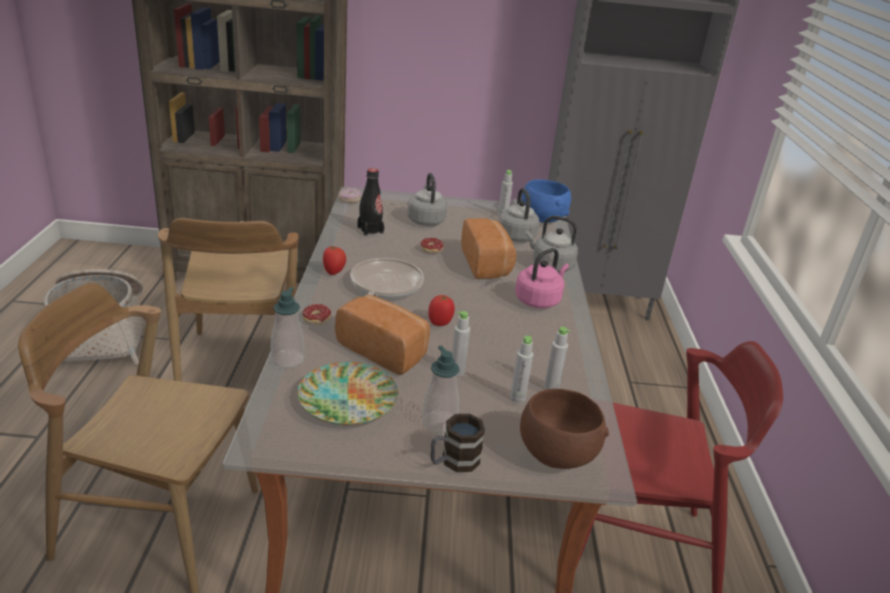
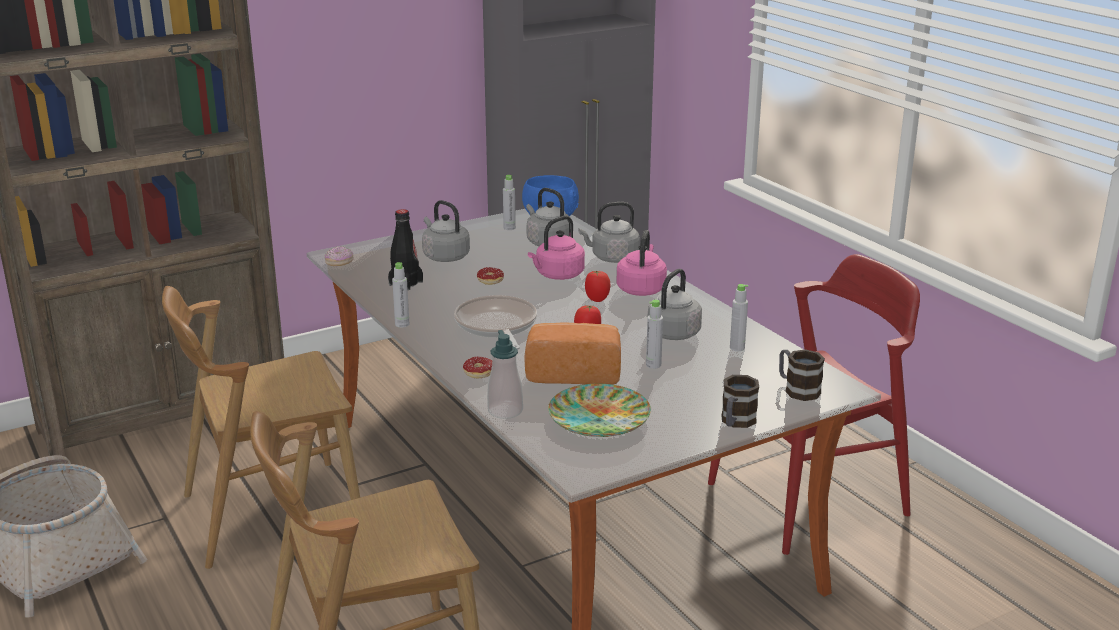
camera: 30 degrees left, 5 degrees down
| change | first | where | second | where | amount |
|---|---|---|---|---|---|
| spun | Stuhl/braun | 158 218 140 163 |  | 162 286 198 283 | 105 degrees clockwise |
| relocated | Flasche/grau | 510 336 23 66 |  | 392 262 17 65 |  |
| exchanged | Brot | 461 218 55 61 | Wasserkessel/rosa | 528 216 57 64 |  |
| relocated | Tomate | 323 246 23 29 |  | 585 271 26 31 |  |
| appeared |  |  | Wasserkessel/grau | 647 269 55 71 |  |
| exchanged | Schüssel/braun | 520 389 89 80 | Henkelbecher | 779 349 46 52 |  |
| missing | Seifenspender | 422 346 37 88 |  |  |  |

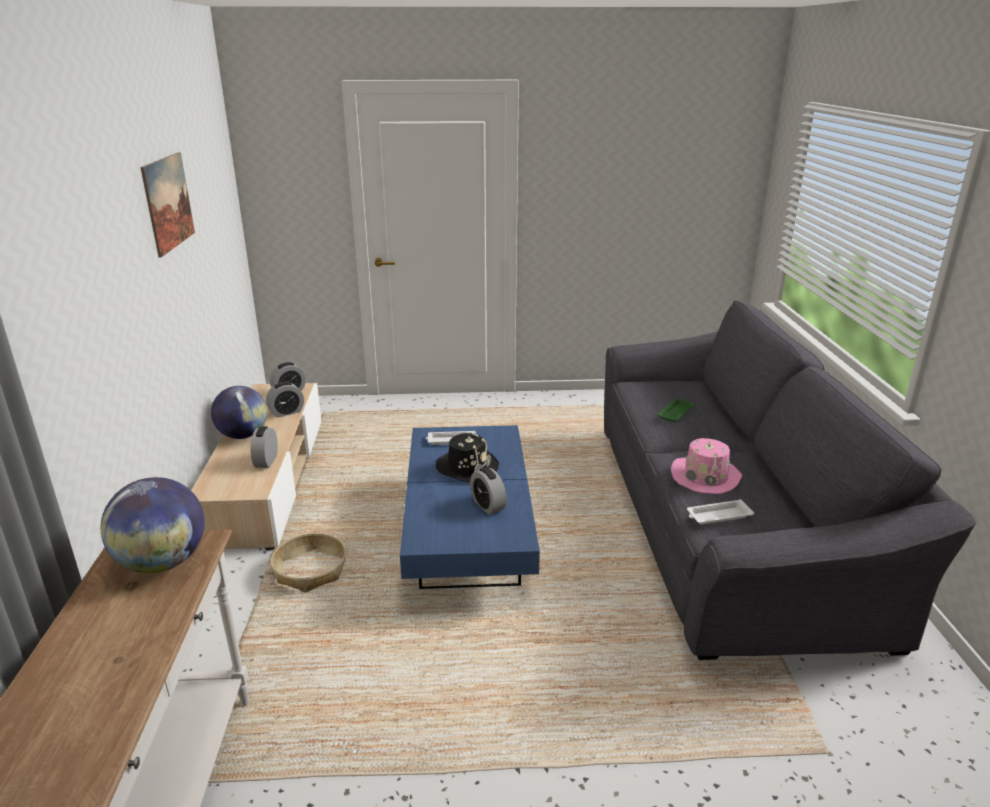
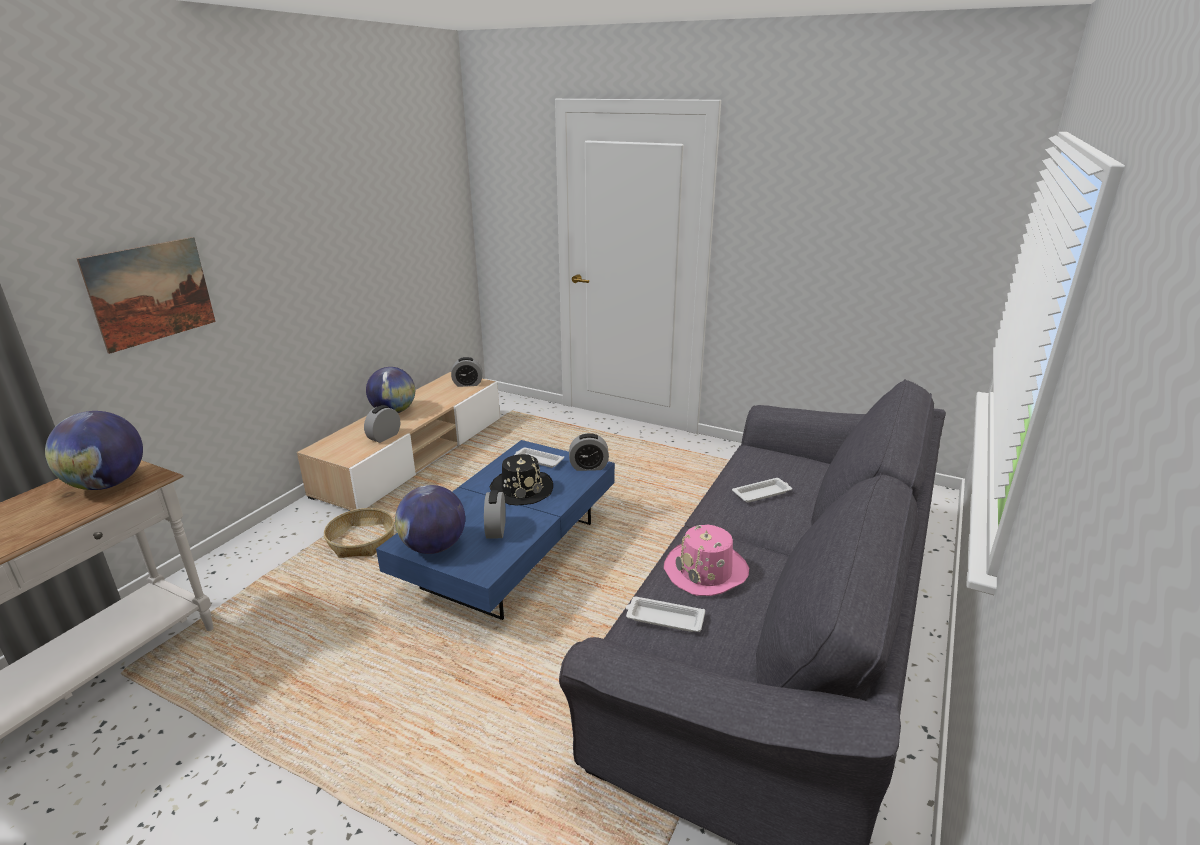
camera: 30 degrees right, 0 degrees up
| change | first | where | second | where | amount |
|---|---|---|---|---|---|
| relocated | Bild | 140 152 55 106 |  | 77 237 139 117 |  |
| appeared |  |  | Globus | 395 485 70 69 |  |
| relocated | Wecker | 266 382 38 36 |  | 569 433 40 38 |  |
| colour | Tablett/grün | 657 399 38 23 | Tablett/weiß | 732 478 60 25 |  |

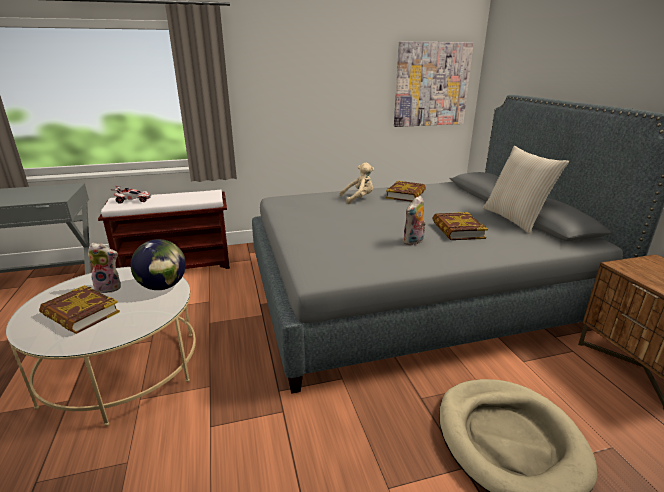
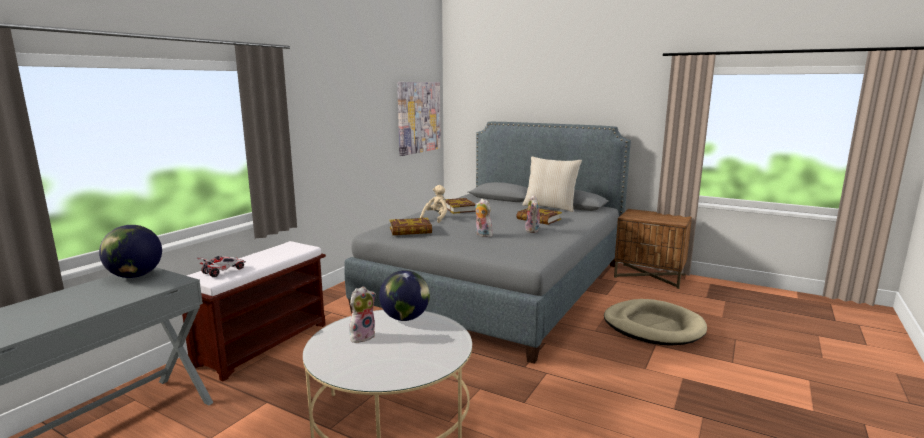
camera: 45 degrees left, 10 degrees down
| change | first | where | second | where | amount |
|---|---|---|---|---|---|
| appeared |  |  | Globus | 99 225 63 53 |  |
| relocated | Buch | 39 285 81 49 |  | 390 218 42 17 |  |
| appeared |  |  | Plüschtier | 475 199 18 38 |  |

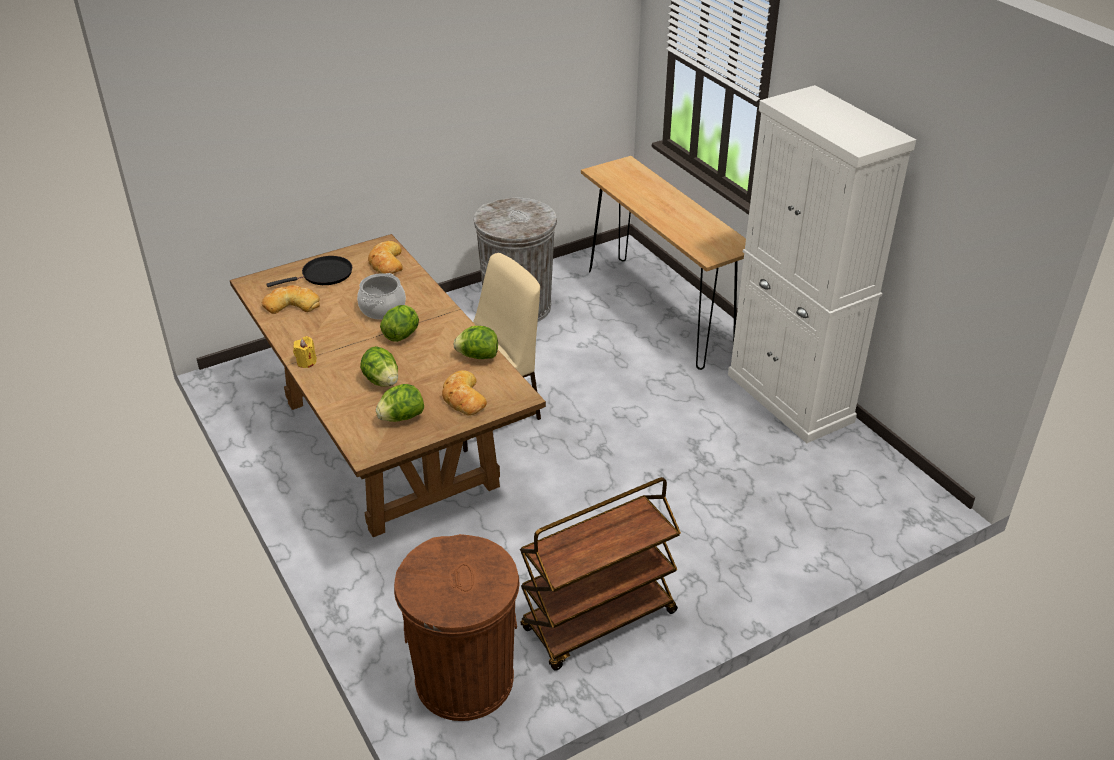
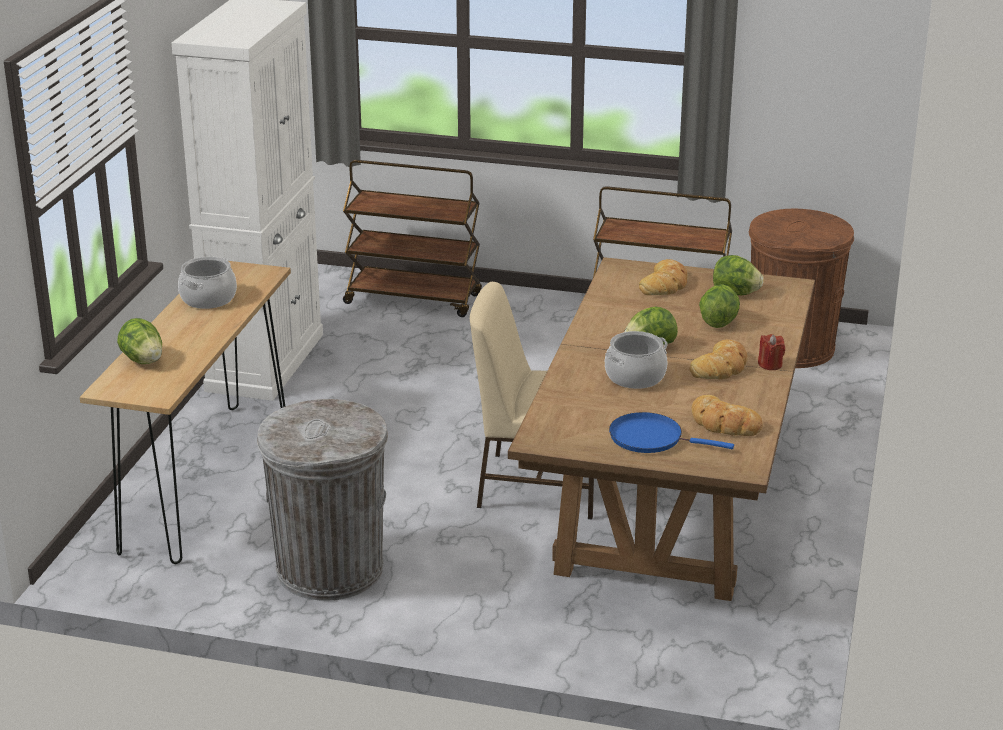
camera: 135 degrees left, 10 degrees down
| change | first | where | second | where | amount |
|---|---|---|---|---|---|
| relocated | Salatkopf | 454 326 44 33 |  | 117 318 45 46 |  |
| appeared |  |  | Kochtopf | 178 257 59 52 |  |
| appeared |  |  | Rollwagen/braun | 343 160 139 157 |  |
| colour | Pfanne/schwarz | 266 256 86 31 | Pfanne/blau | 609 412 125 41 |  |
| relocated | Brot | 368 241 35 33 |  | 690 339 58 40 |  |
| colour | Kerze/gelb | 293 336 24 32 | Kerze/rot | 758 334 27 36 |  |

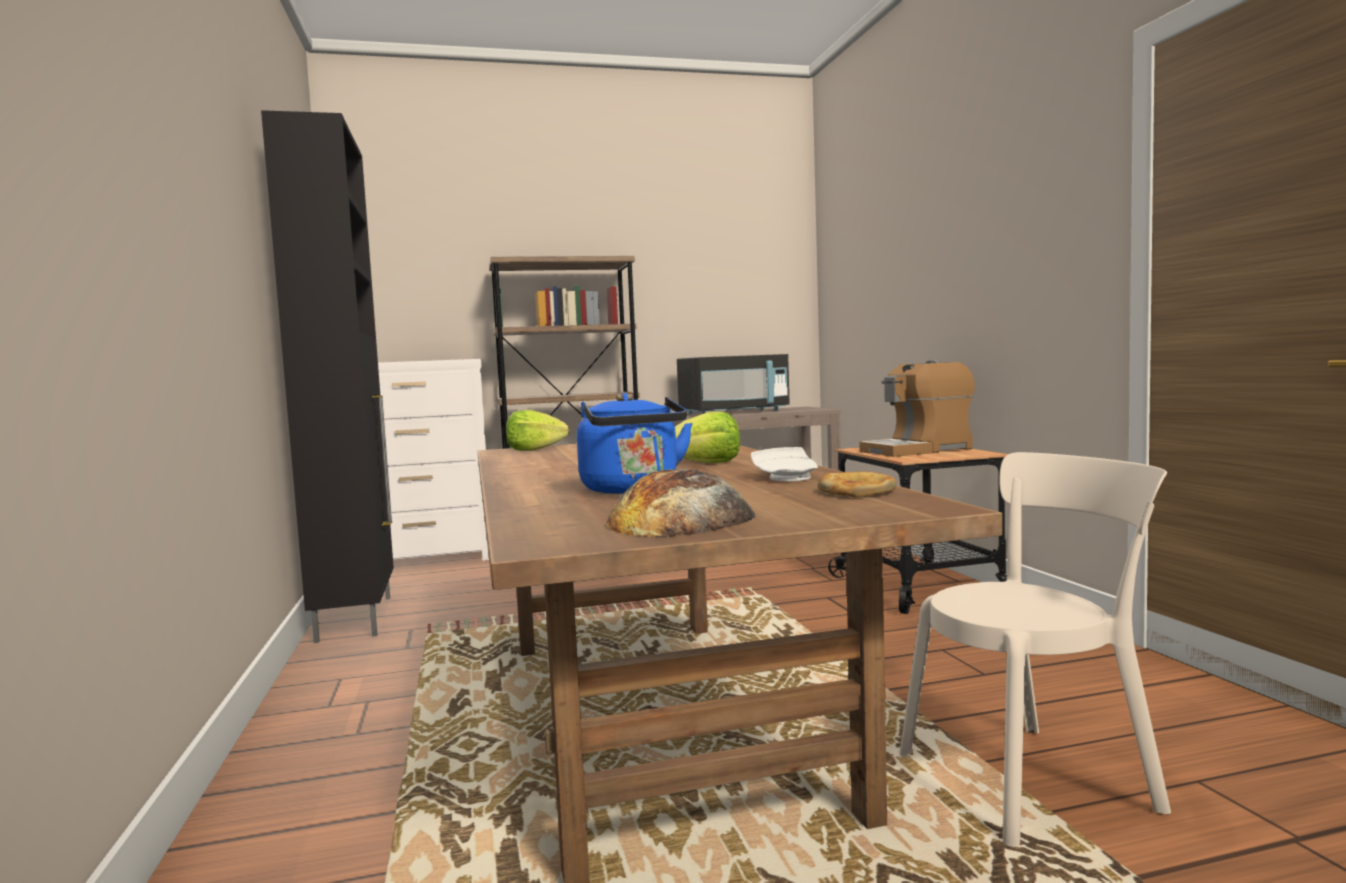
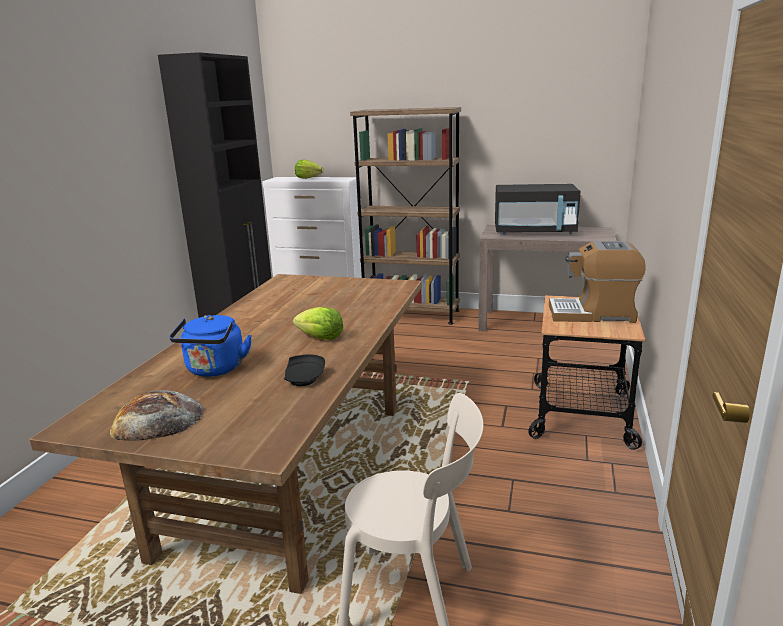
camera: 30 degrees right, 15 degrees up
| change | first | where | second | where | amount |
|---|---|---|---|---|---|
| colour | Teller/weiß | 751 447 67 35 | Teller/schwarz | 284 354 41 32 |  |
| relocated | Salatkopf | 506 410 63 41 |  | 295 160 28 19 |  |
| missing | Brot | 817 471 80 26 |  |  |  |

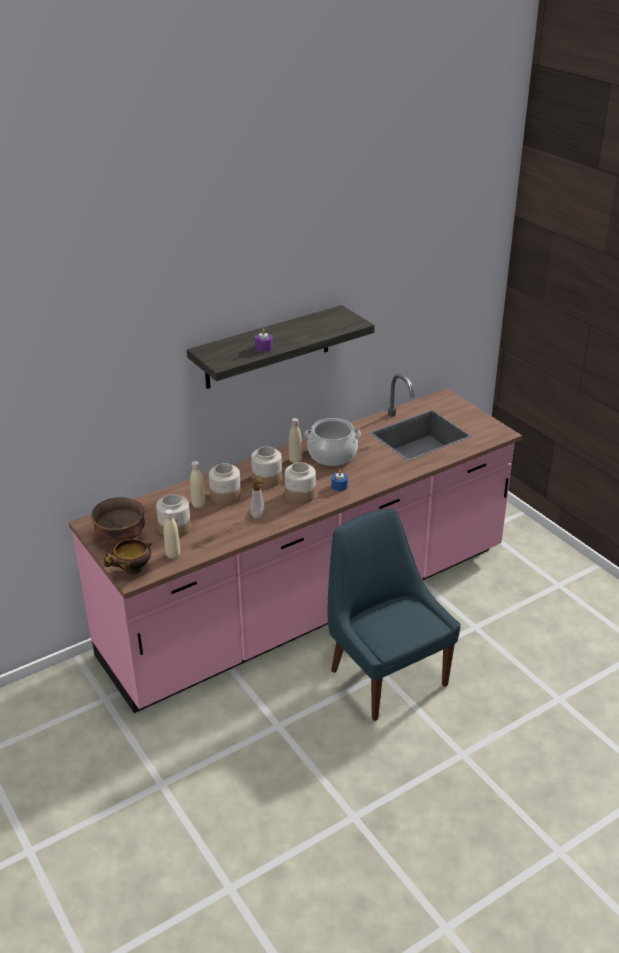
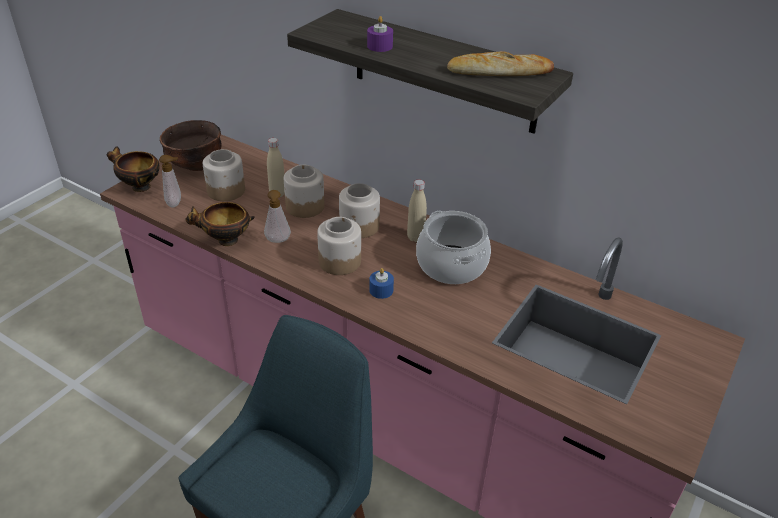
camera: 65 degrees right, 5 degrees up
| change | first | where | second | where | amount |
|---|---|---|---|---|---|
| exchanged | Flasche/beige | 163 509 17 50 | Seifenspender | 159 155 22 53 |  |
| appeared |  |  | Schüssel | 185 202 70 44 |  |
| appeared |  |  | Brot | 447 51 107 25 |  |

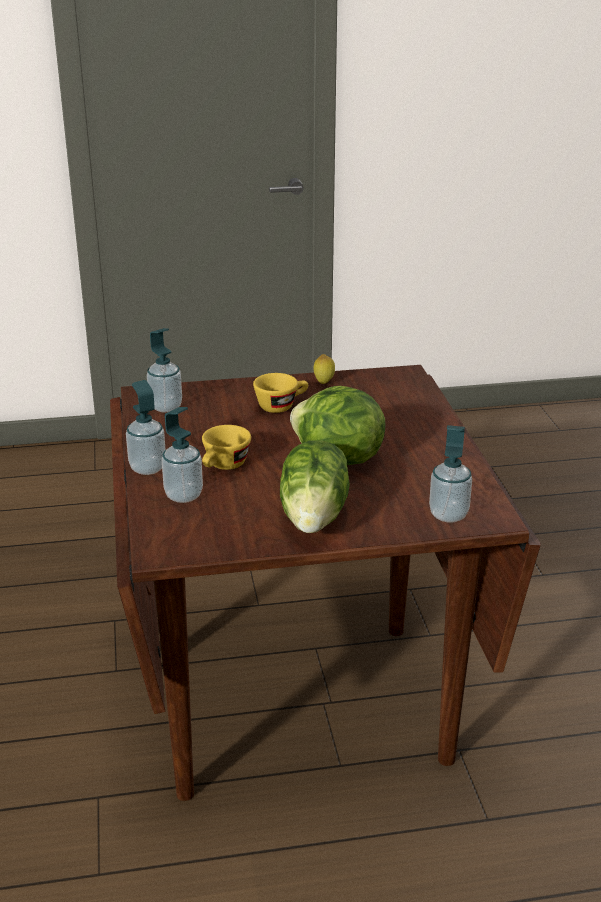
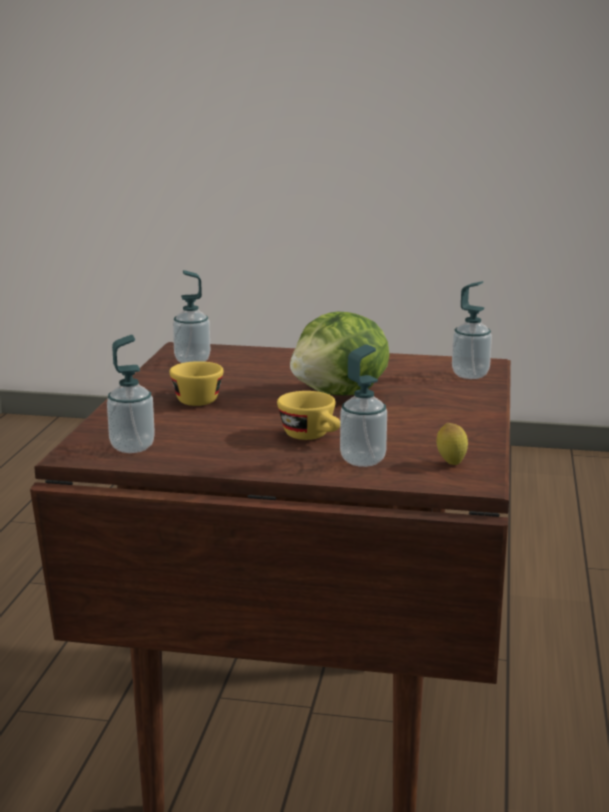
camera: 70 degrees left, 10 degrees down
| change | first | where | second | where | amount |
|---|---|---|---|---|---|
| relocated | Seifenspender | 126 380 39 95 |  | 173 270 37 93 |  |
| relocated | Zitrone | 313 354 22 30 |  | 436 423 32 42 |  |
| missing | Salatkopf | 280 440 70 93 |  |  |  |

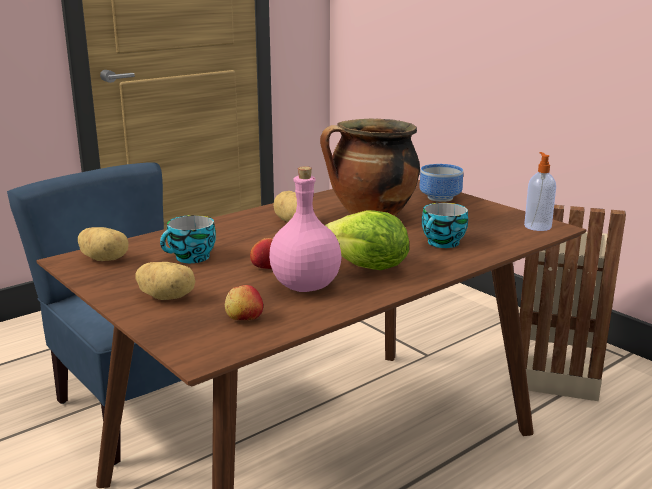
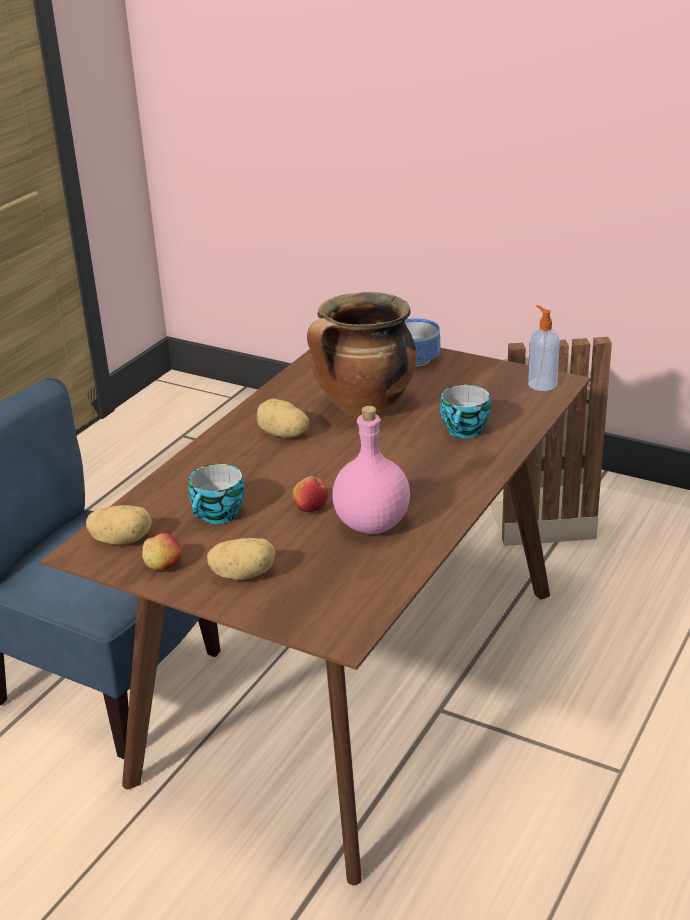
camera: 20 degrees left, 10 degrees up
| change | first | where | second | where | amount |
|---|---|---|---|---|---|
| relocated | Apfel | 225 285 38 35 |  | 142 533 40 37 |  |
| missing | Salatkopf | 325 210 84 60 |  |  |  |

